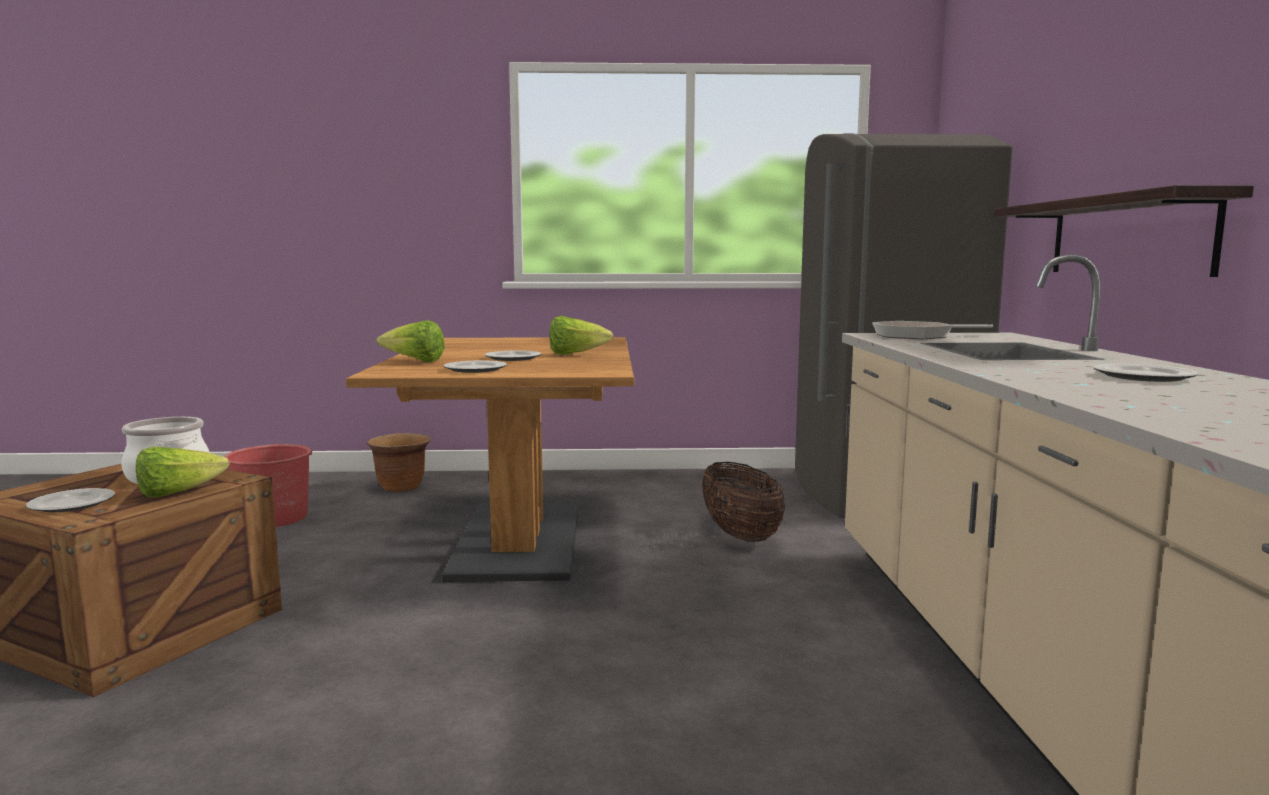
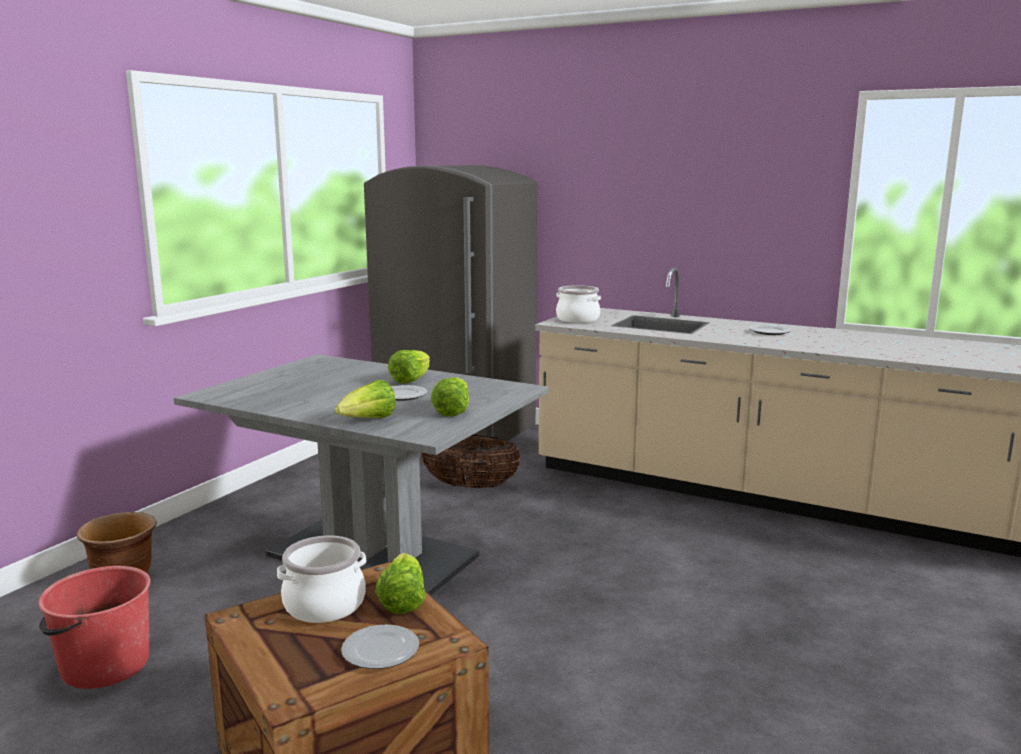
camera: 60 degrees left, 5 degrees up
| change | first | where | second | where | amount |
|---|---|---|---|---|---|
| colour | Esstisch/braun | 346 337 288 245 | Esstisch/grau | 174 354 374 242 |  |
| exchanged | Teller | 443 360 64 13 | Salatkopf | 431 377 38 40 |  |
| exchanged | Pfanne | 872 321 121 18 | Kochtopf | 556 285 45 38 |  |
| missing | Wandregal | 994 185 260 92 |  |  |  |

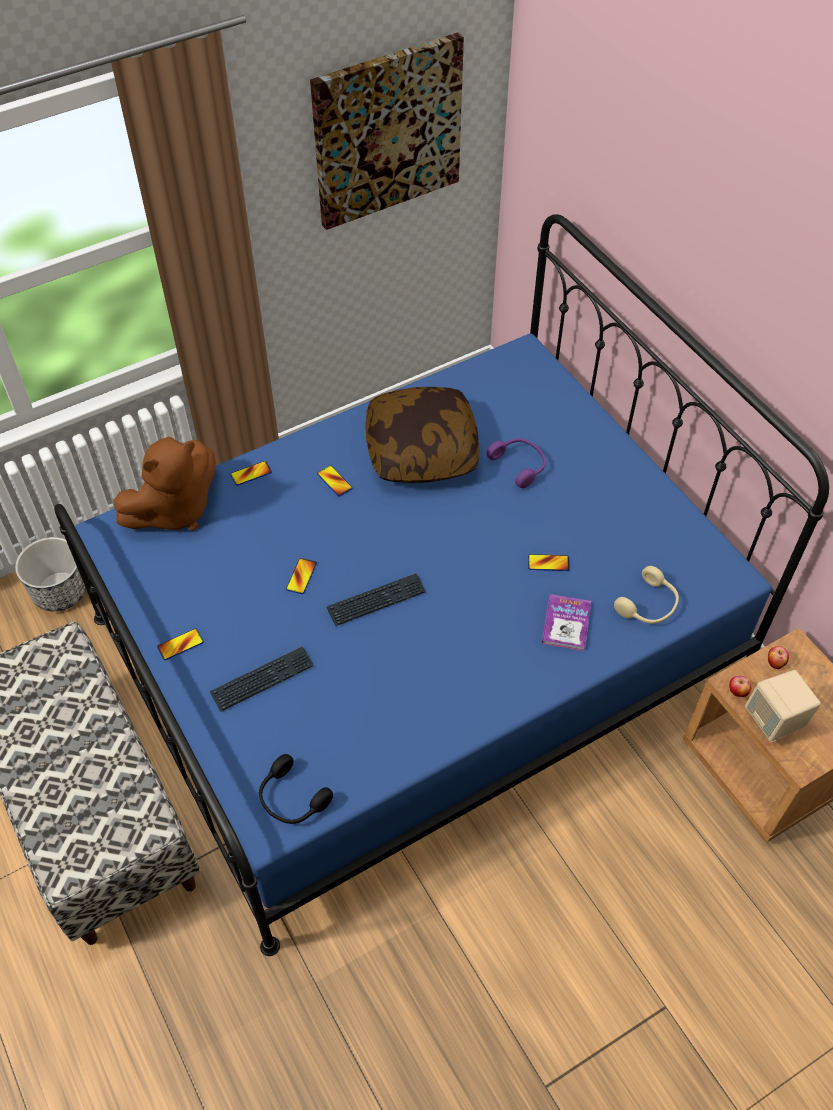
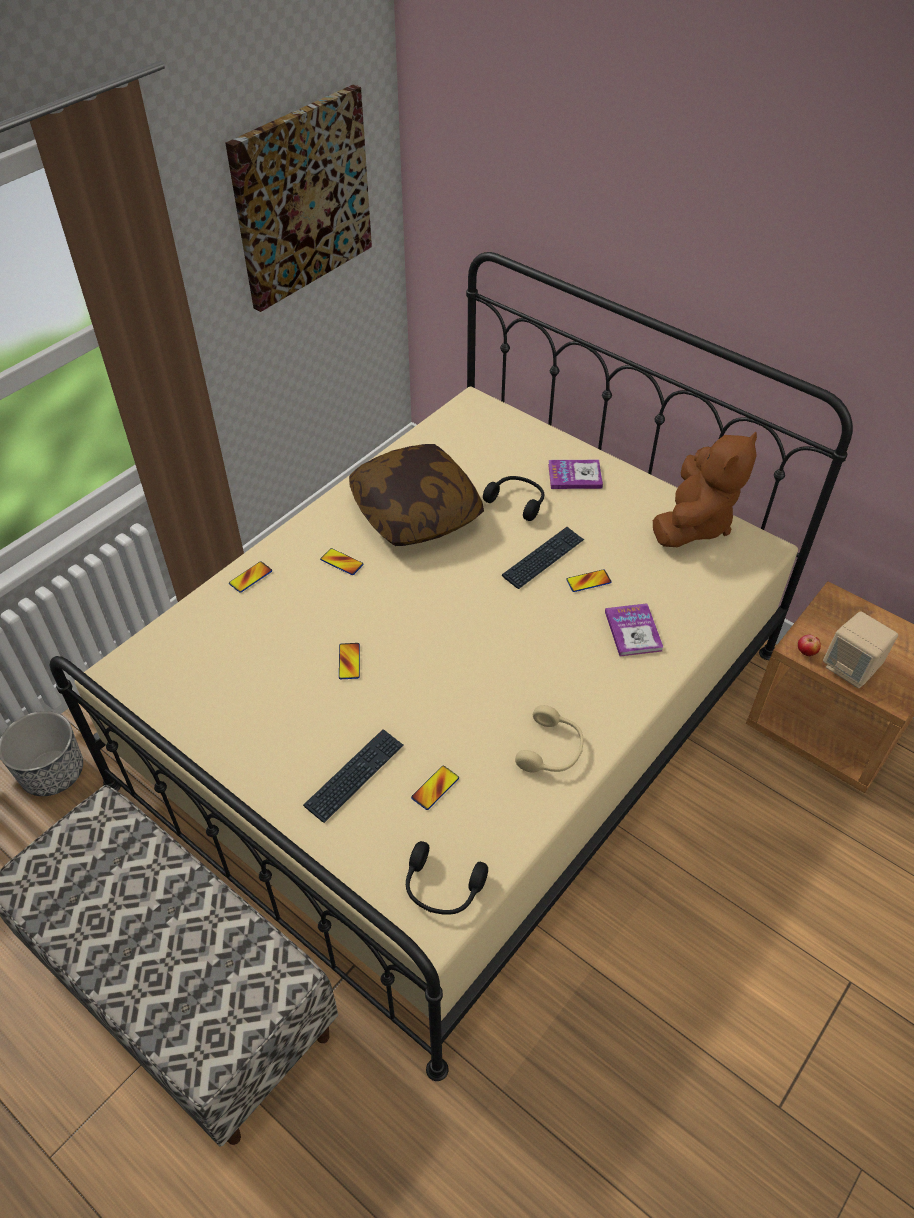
camera: 20 degrees left, 5 degrees down
| change | first | where | second | where | amount |
|---|---|---|---|---|---|
| colour | Bett/blau | 54 214 775 742 | Bett/beige | 50 252 803 829 |  |
| relocated | Handy | 157 629 47 31 |  | 411 766 48 44 |  |
| colour | Kopfhörer/lila | 487 438 59 50 | Kopfhörer/schwarz | 483 476 61 45 |  |
| relocated | Tastatur | 327 573 99 53 |  | 502 527 82 62 |  |
| relocated | Kopfhörer/beige | 614 566 65 58 |  | 515 705 68 68 |  |
| appeared |  |  | Buch | 548 460 55 29 |  |
| relocated | Plüschtier/braun | 114 436 102 95 |  | 653 432 104 115 |  |
| missing | Apfel | 768 646 21 23 |  |  |  |

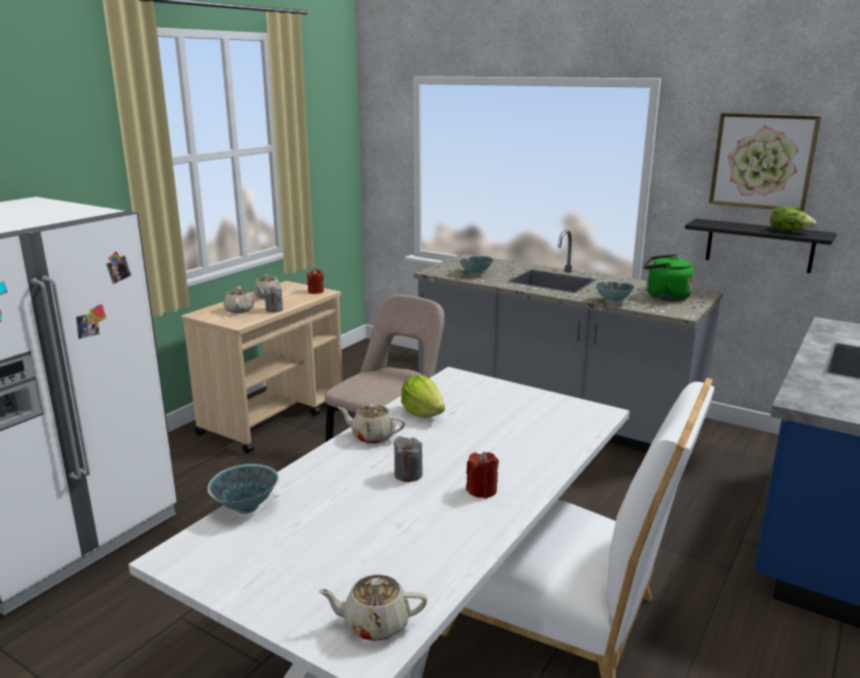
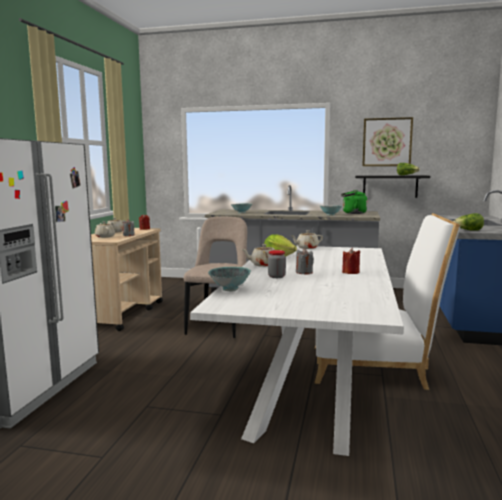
camera: 20 degrees left, 10 degrees down
| change | first | where | second | where | amount |
|---|---|---|---|---|---|
| appeared |  |  | Vorratsglas | 268 250 18 28 |  |
| relocated | Teekanne/beige | 318 574 109 67 |  | 290 230 33 19 |  |
| appeared |  |  | Salatkopf | 453 213 31 18 |  |

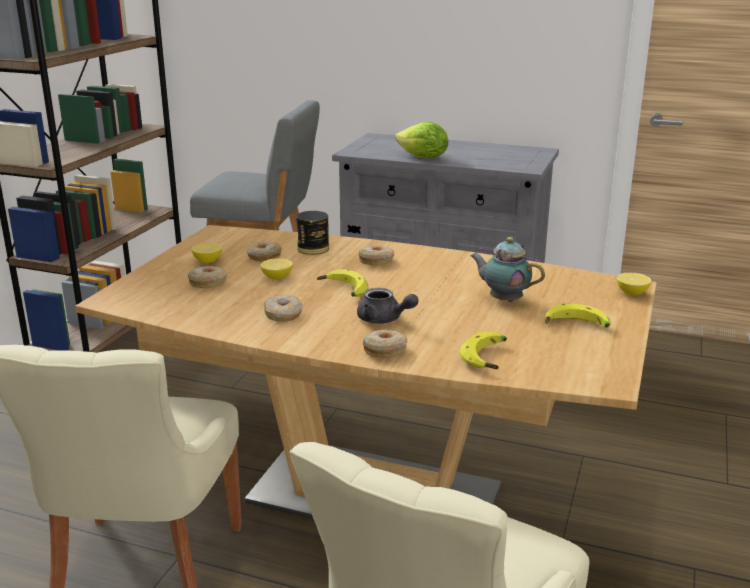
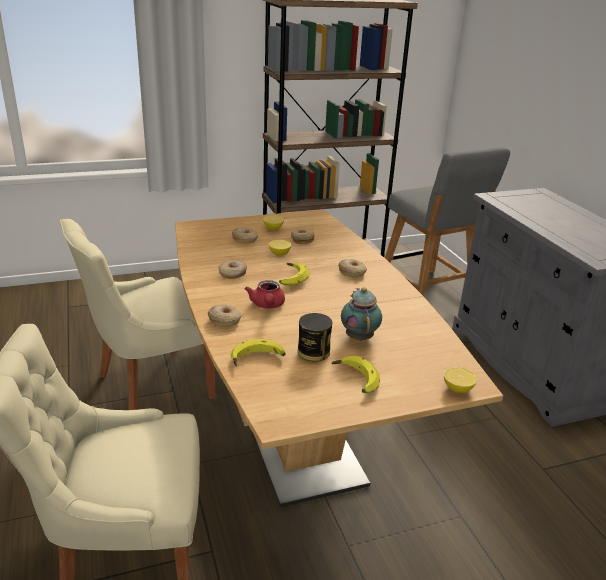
camera: 50 degrees right, 5 degrees up
| change | first | where | second | where | amount |
|---|---|---|---|---|---|
| colour | Teekanne/grau | 357 288 62 36 | Teekanne/rot | 245 280 40 29 |  |
| relocated | Dose | 296 211 33 44 |  | 298 313 34 49 |  |
| missing | Salatkopf | 395 122 53 36 |  |  |  |

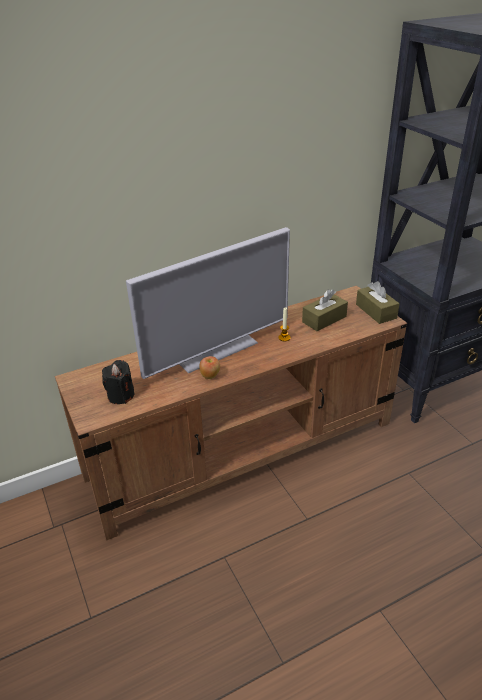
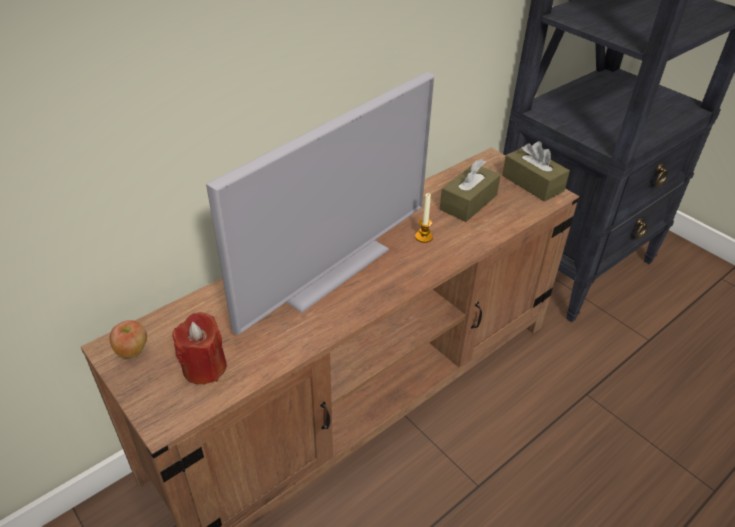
camera: 15 degrees left, 5 degrees up
| change | first | where | second | where | amount |
|---|---|---|---|---|---|
| relocated | Apfel | 199 356 21 23 |  | 110 320 37 38 |  |
| colour | Kerze/schwarz | 102 360 32 44 | Kerze/rot | 172 312 55 73 |  |

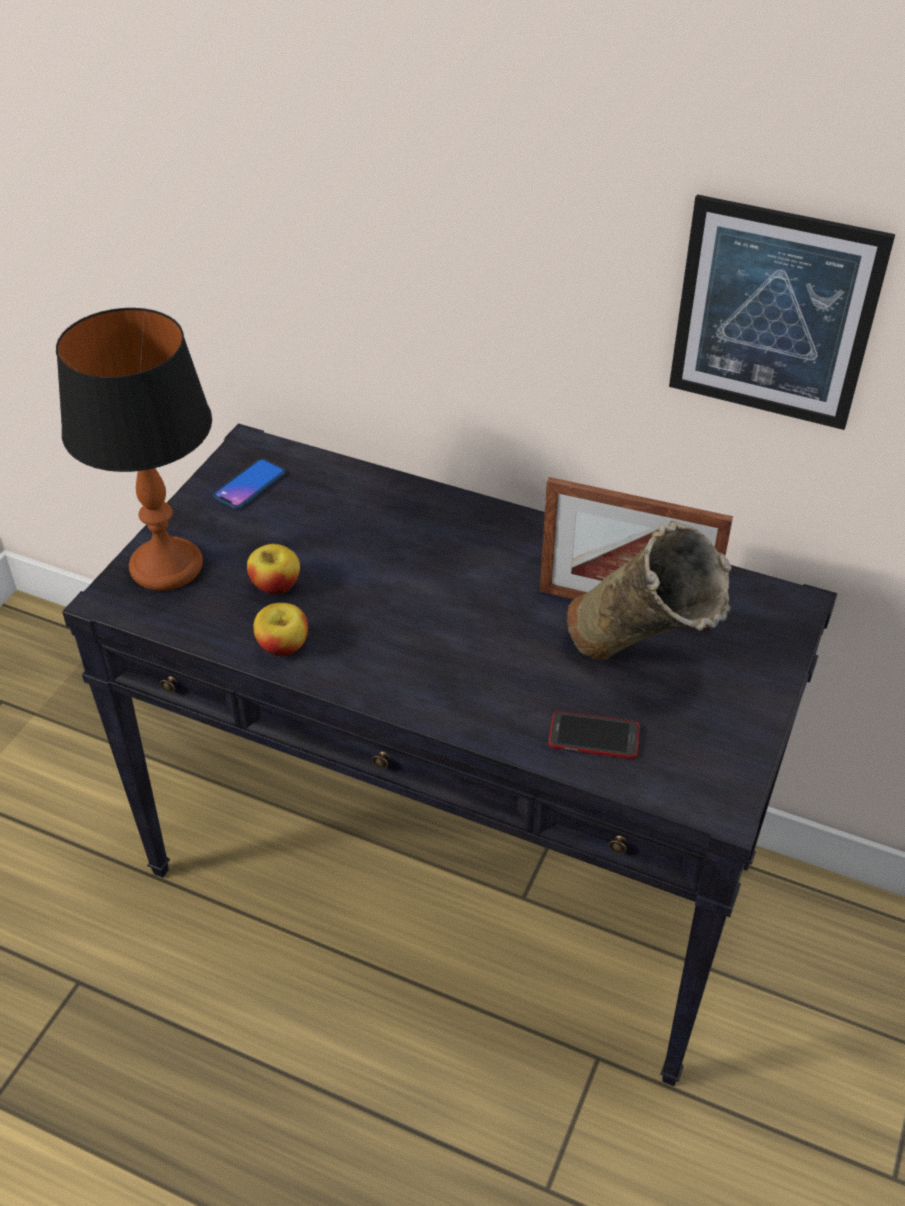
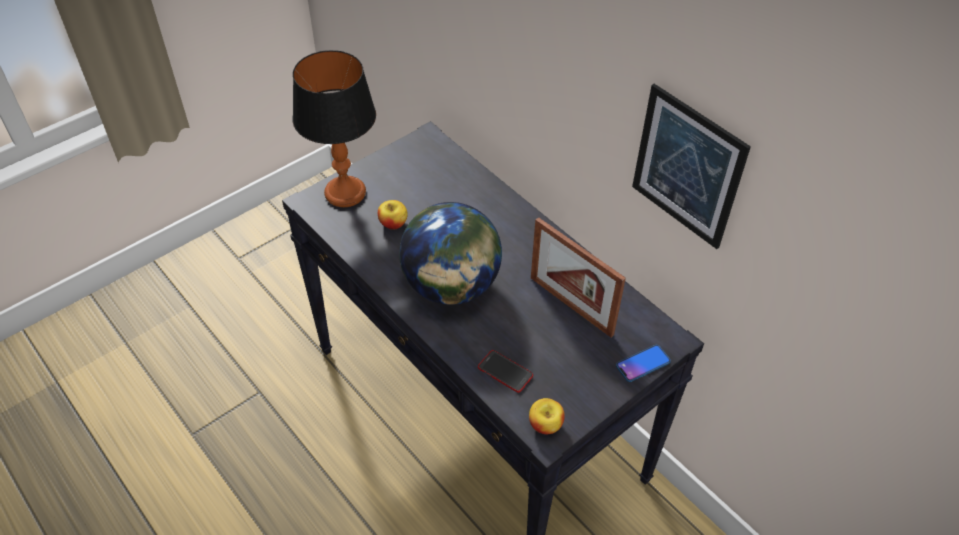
camera: 25 degrees right, 5 degrees up
| change | first | where | second | where | amount |
|---|---|---|---|---|---|
| appeared |  |  | Globus | 399 202 103 103 |  |
| relocated | Apfel | 254 603 54 53 |  | 529 398 36 36 |  |
| relocated | Handy | 213 459 72 50 |  | 616 345 55 37 |  |
| missing | Vase/beige | 567 521 165 139 |  |  |  |

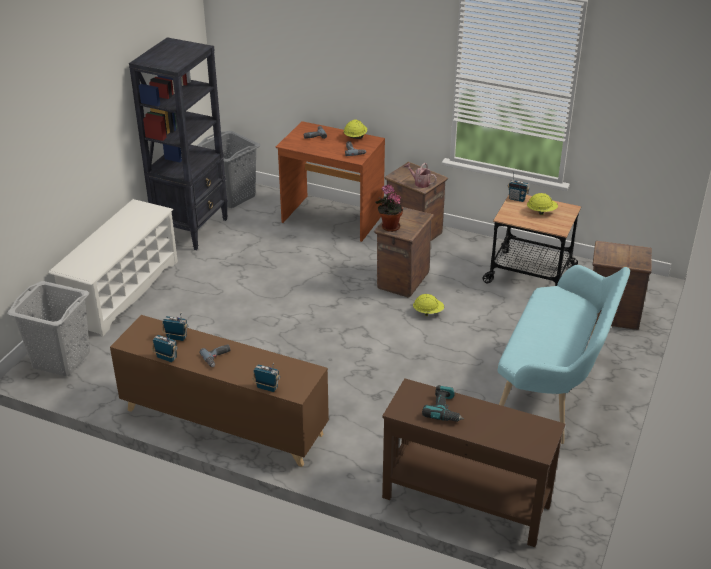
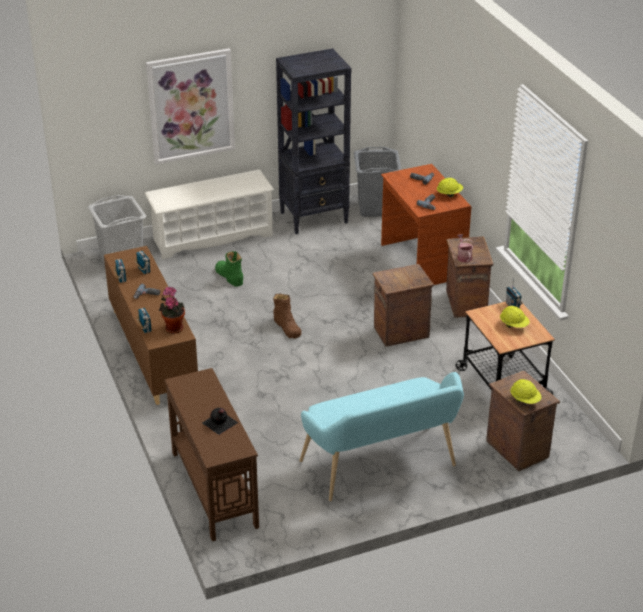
camera: 45 degrees right, 0 degrees up
| change | first | where | second | where | amount |
|---|---|---|---|---|---|
| appeared |  |  | Bild | 146 48 89 116 |  |
| relocated | Topfpflanze | 375 184 28 48 |  | 159 287 26 47 |  |
| appeared |  |  | Flasche/schwarz | 202 408 36 27 |  |
| appeared |  |  | Stiefel/grün | 215 251 28 35 |  |
| appeared |  |  | Stiefel/braun | 273 294 28 44 |  |
| relocated | Schutzhelm/gelb | 413 294 31 22 |  | 510 379 31 25 |  |
| missing | Bohrmaschine | 422 385 42 37 |  |  |  |

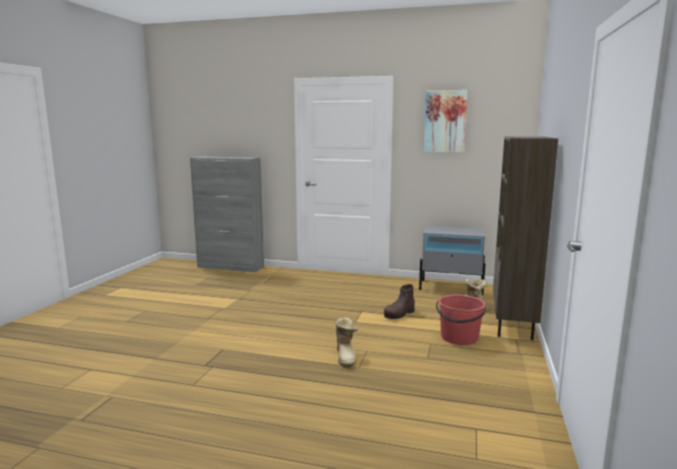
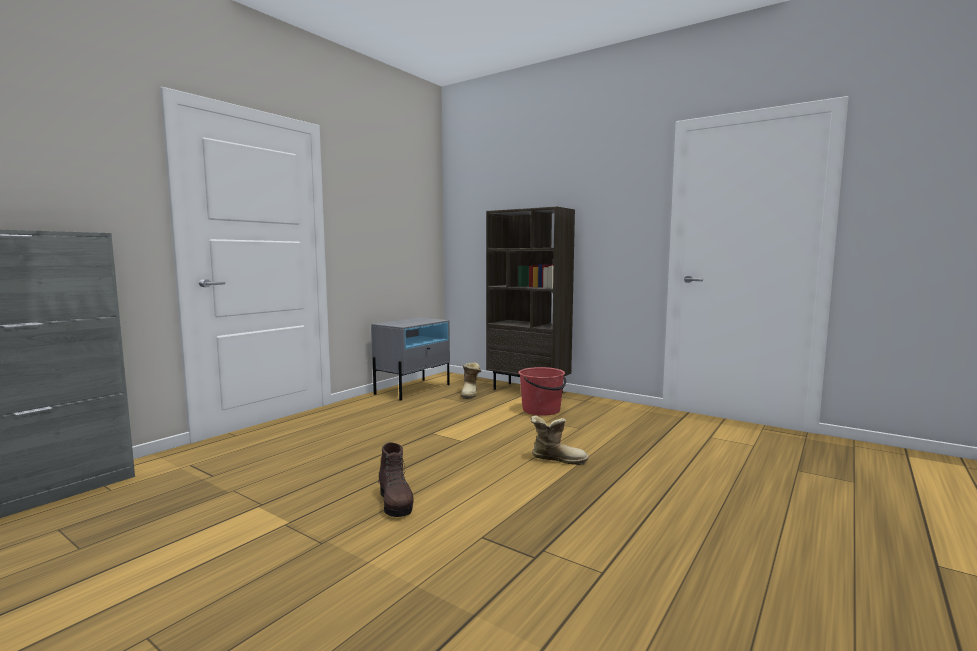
camera: 70 degrees left, 5 degrees down
| change | first | where | second | where | amount |
|---|---|---|---|---|---|
| relocated | Stiefel/braun | 384 284 31 35 |  | 378 442 36 75 |  |
| missing | Bild | 424 90 43 63 |  |  |  |

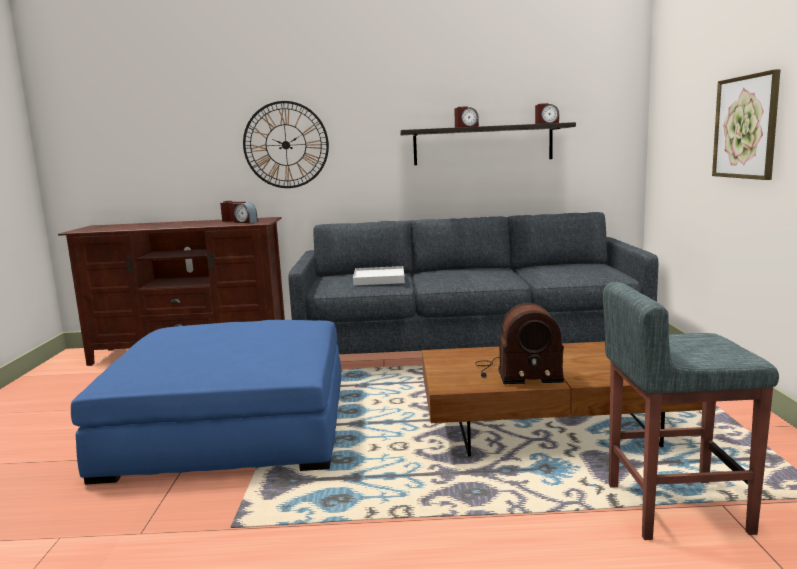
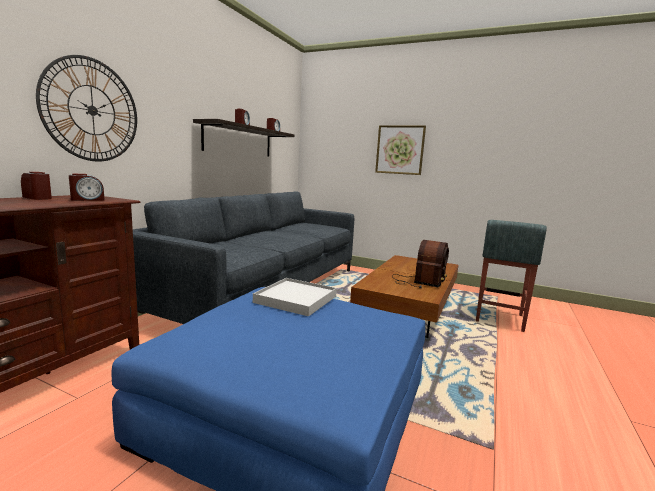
camera: 65 degrees left, 0 degrees up
| change | first | where | second | where | amount |
|---|---|---|---|---|---|
| relocated | Tablett/weiß | 353 266 52 20 |  | 253 278 84 38 |  |

